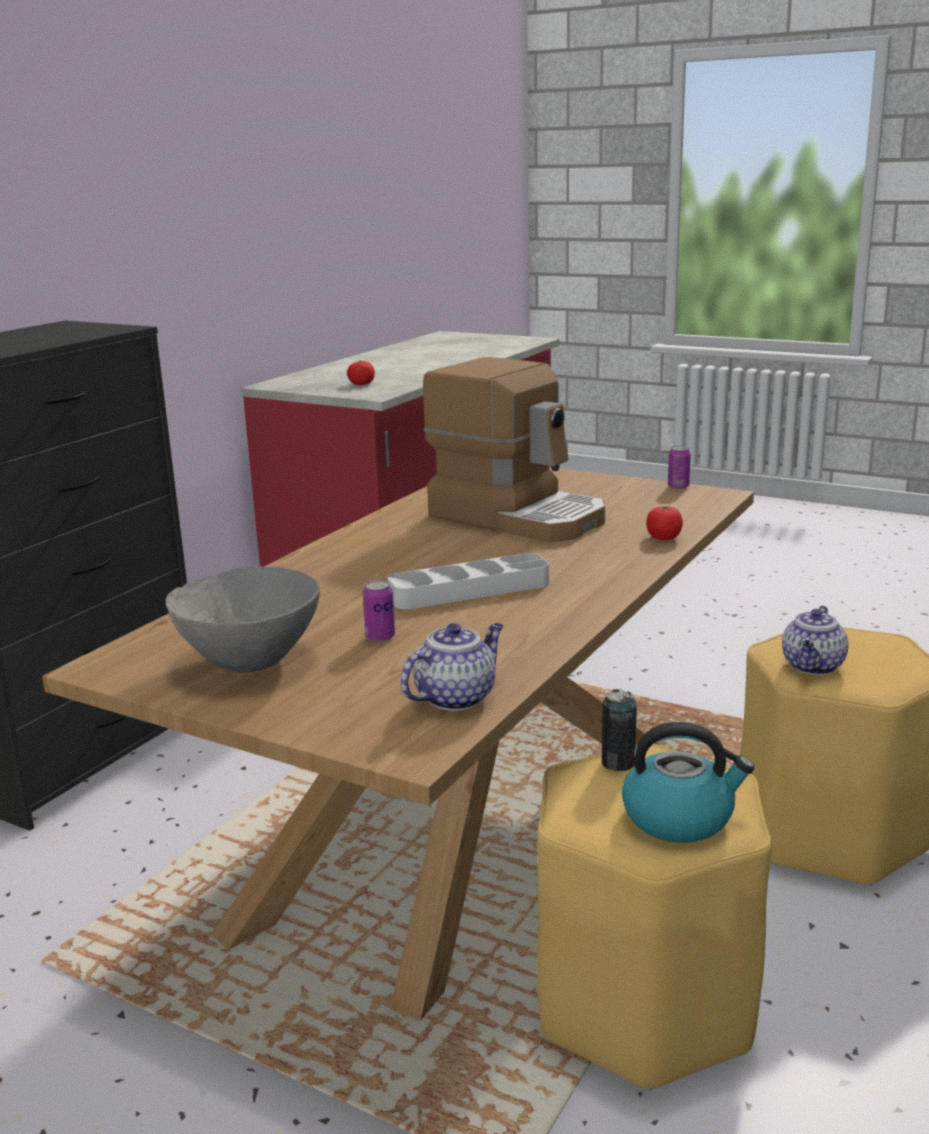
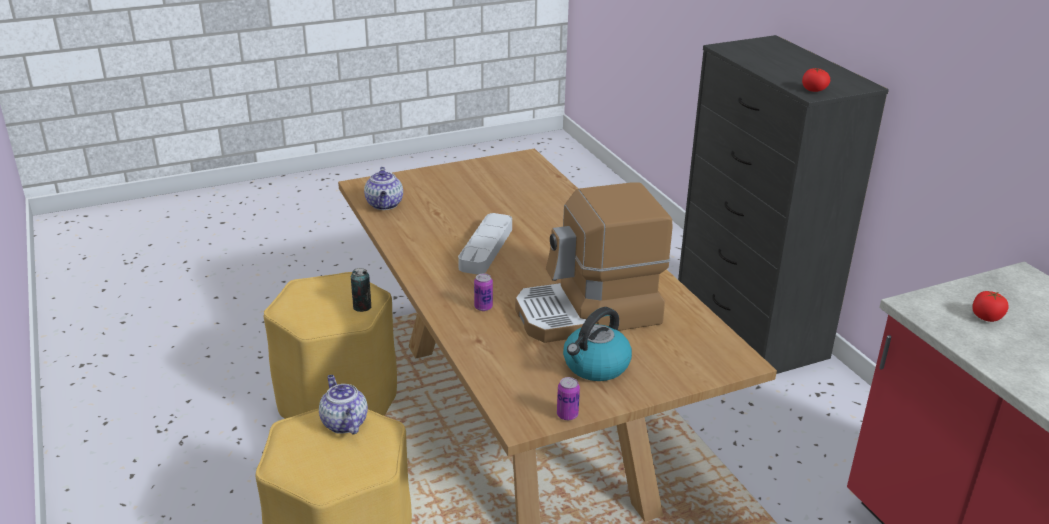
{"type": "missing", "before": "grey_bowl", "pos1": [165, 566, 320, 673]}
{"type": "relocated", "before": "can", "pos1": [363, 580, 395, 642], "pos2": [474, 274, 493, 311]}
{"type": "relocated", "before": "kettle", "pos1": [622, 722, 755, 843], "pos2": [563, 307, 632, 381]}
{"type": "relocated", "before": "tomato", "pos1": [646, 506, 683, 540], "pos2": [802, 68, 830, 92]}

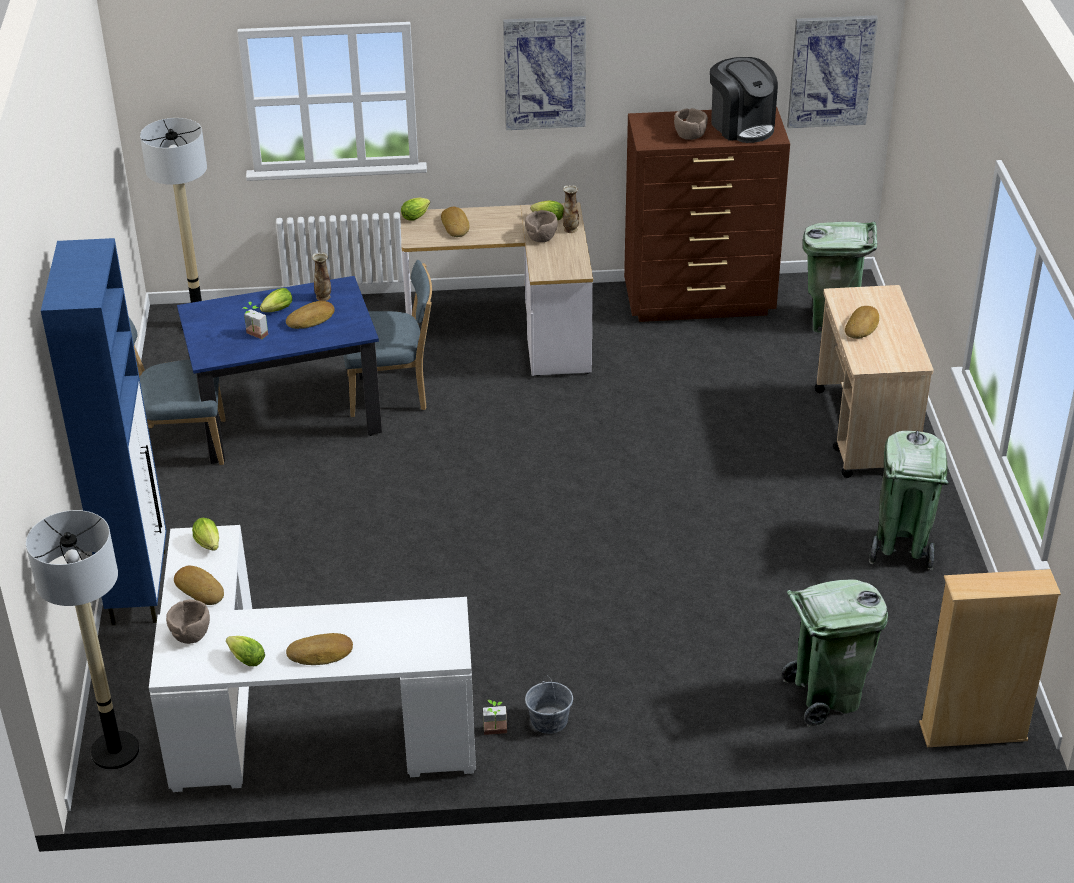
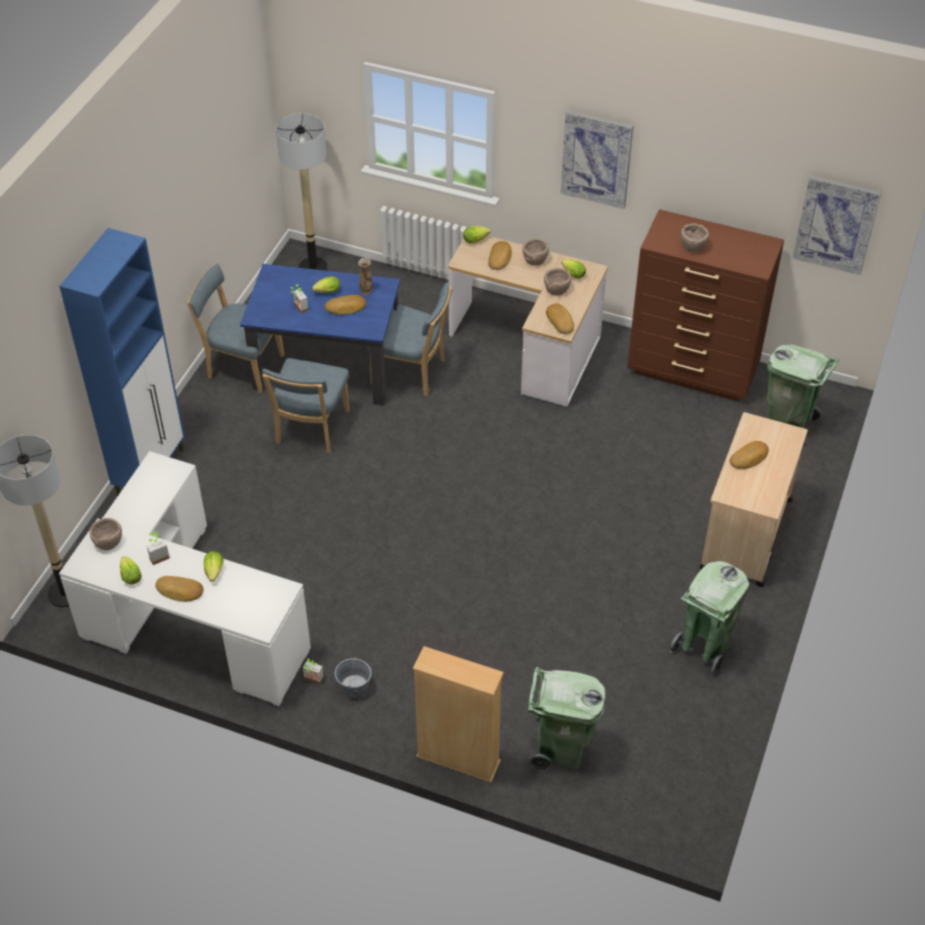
{"type": "relocated", "before": "bread", "pos1": [174, 566, 224, 605], "pos2": [546, 304, 574, 334]}
{"type": "relocated", "before": "lettuce", "pos1": [192, 518, 219, 551], "pos2": [204, 551, 224, 582]}
{"type": "missing", "before": "vase", "pos1": [563, 185, 579, 233]}
{"type": "missing", "before": "coffee_machine", "pos1": [710, 57, 778, 143]}
{"type": "relocated", "before": "beige_bookcase", "pos1": [919, 569, 1061, 747], "pos2": [413, 646, 504, 782]}
{"type": "appeared", "after": "potted_plant", "pos2": [147, 531, 170, 565]}
{"type": "appeared", "after": "blue_chair", "pos2": [262, 358, 350, 454]}
{"type": "appeared", "after": "brown_bowl", "pos2": [523, 238, 549, 266]}

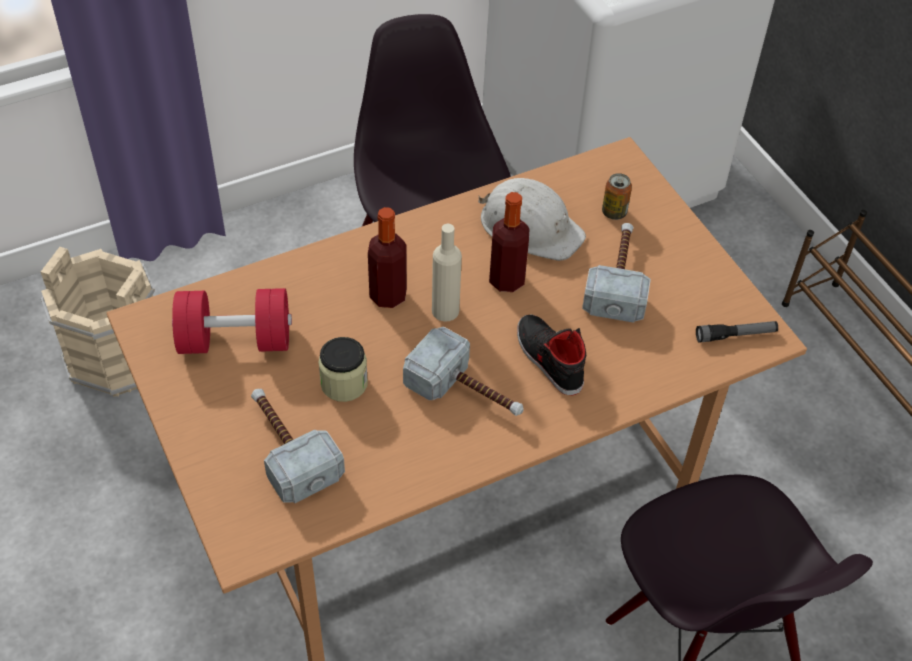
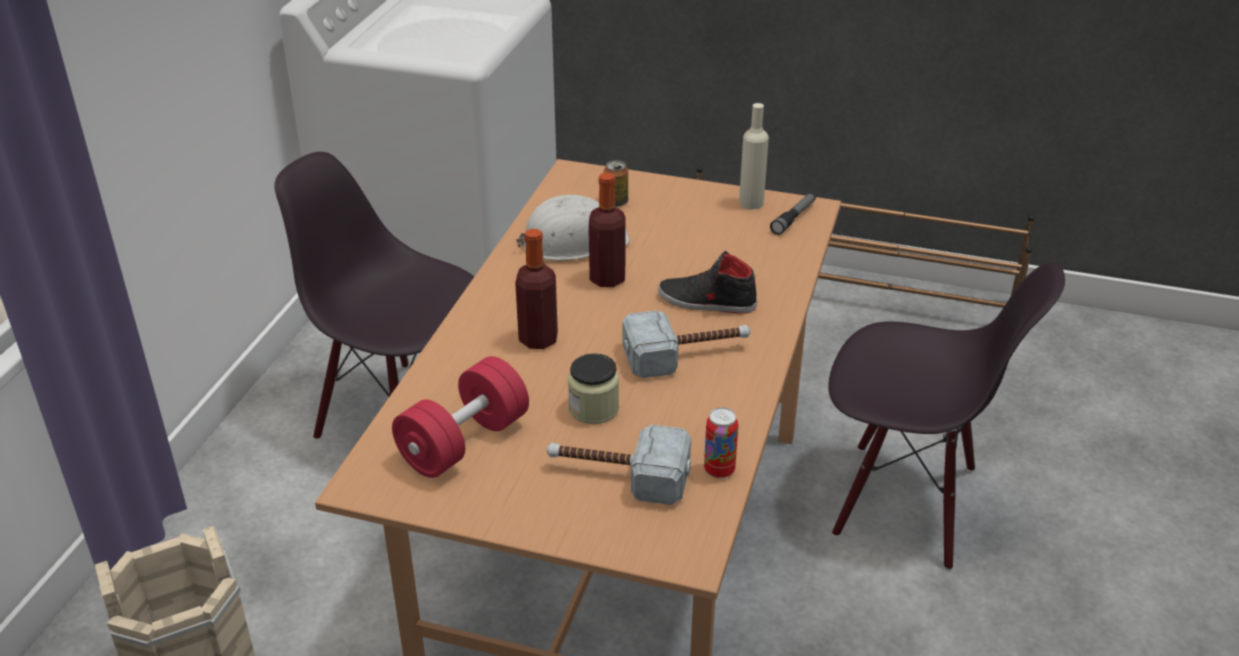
{"type": "relocated", "before": "beige_bottle", "pos1": [432, 224, 462, 322], "pos2": [739, 103, 769, 209]}
{"type": "missing", "before": "hammer", "pos1": [582, 223, 651, 323]}
{"type": "appeared", "after": "can", "pos2": [704, 407, 738, 479]}

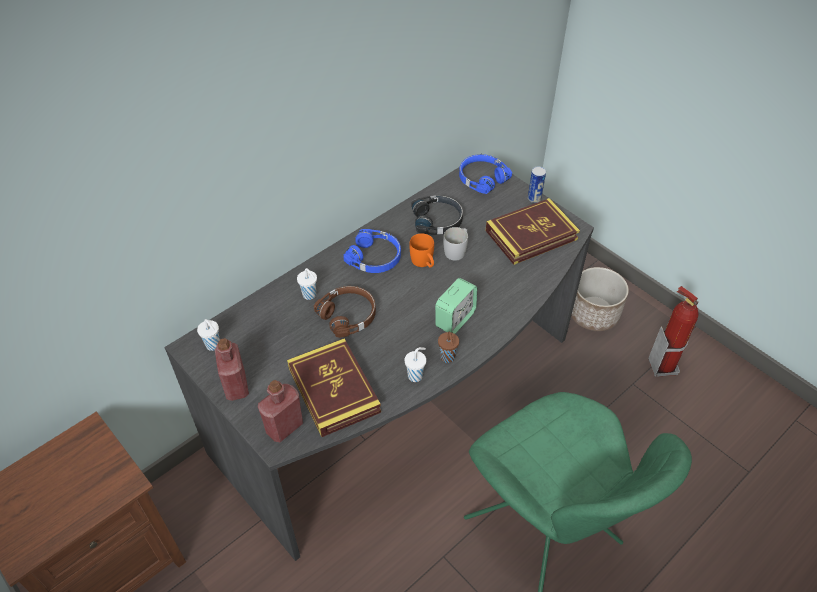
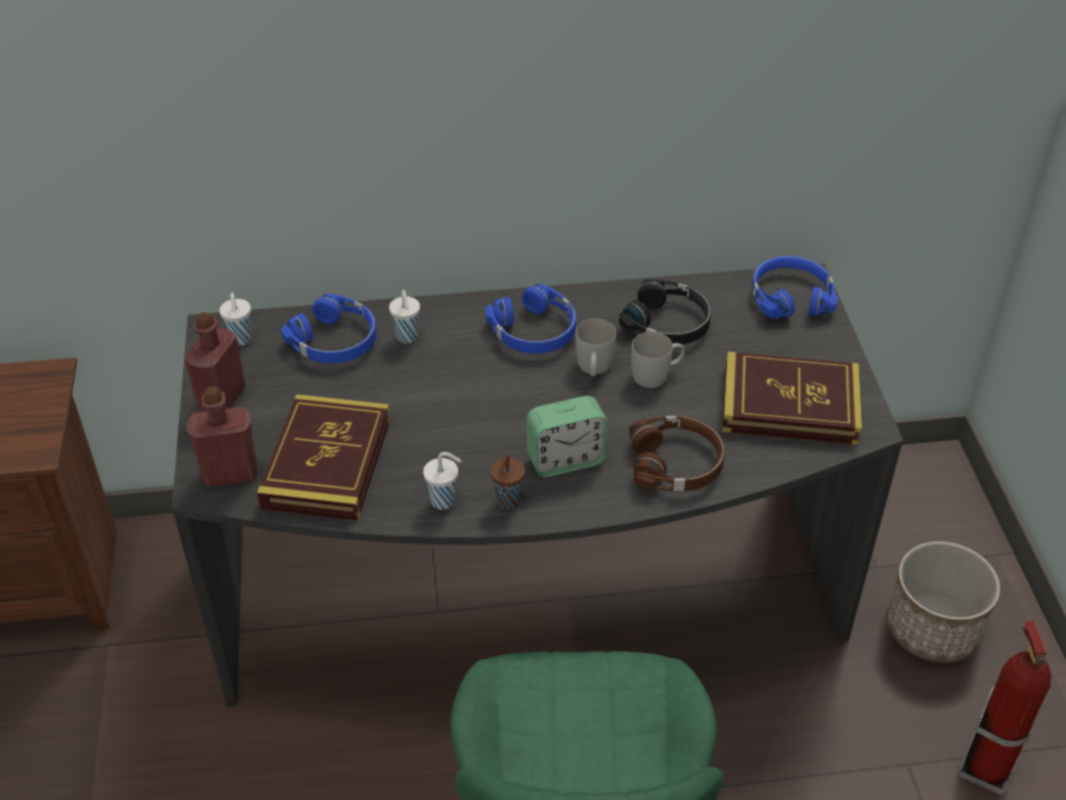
{"type": "relocated", "before": "brown_headphones", "pos1": [314, 286, 376, 338], "pos2": [629, 416, 725, 491]}
{"type": "colour", "before": "orange_mug", "after": "white_mug", "pos1": [410, 234, 434, 268], "pos2": [575, 319, 616, 376]}
{"type": "missing", "before": "can", "pos1": [528, 167, 546, 203]}
{"type": "appeared", "after": "blue_headphones", "pos2": [281, 294, 377, 363]}

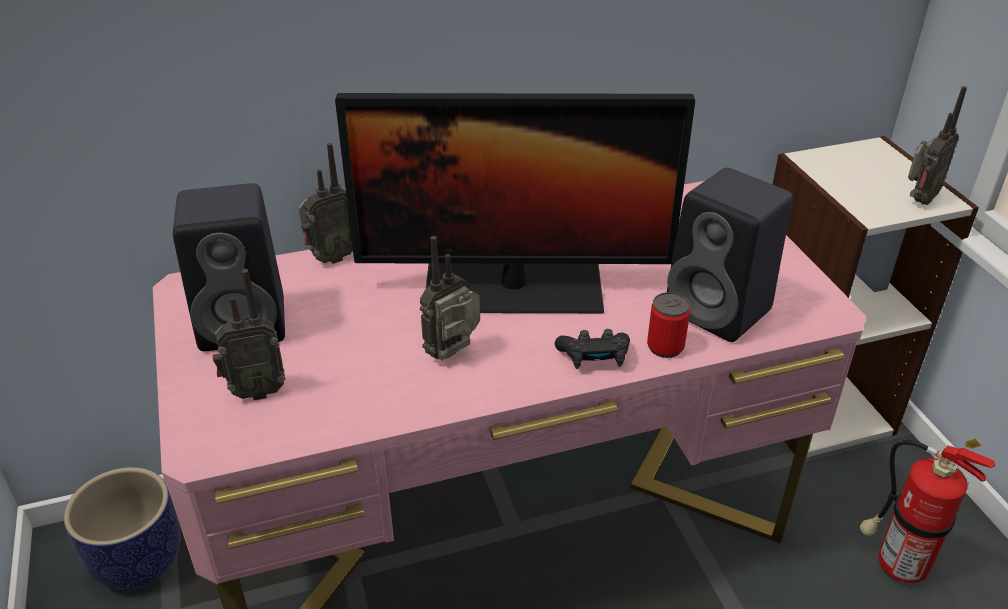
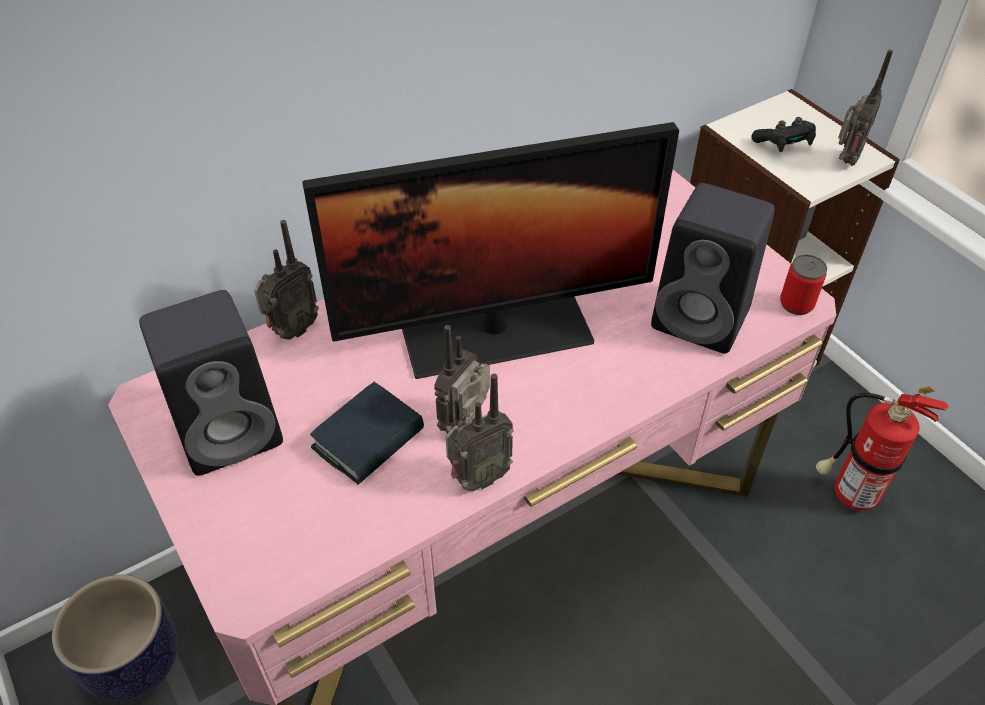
{"type": "relocated", "before": "radio", "pos1": [213, 269, 285, 400], "pos2": [446, 374, 514, 491]}
{"type": "relocated", "before": "black_game_controller", "pos1": [555, 329, 630, 369], "pos2": [752, 117, 816, 152]}
{"type": "relocated", "before": "can", "pos1": [647, 292, 690, 358], "pos2": [780, 255, 827, 315]}
{"type": "appeared", "after": "book", "pos2": [310, 382, 424, 485]}

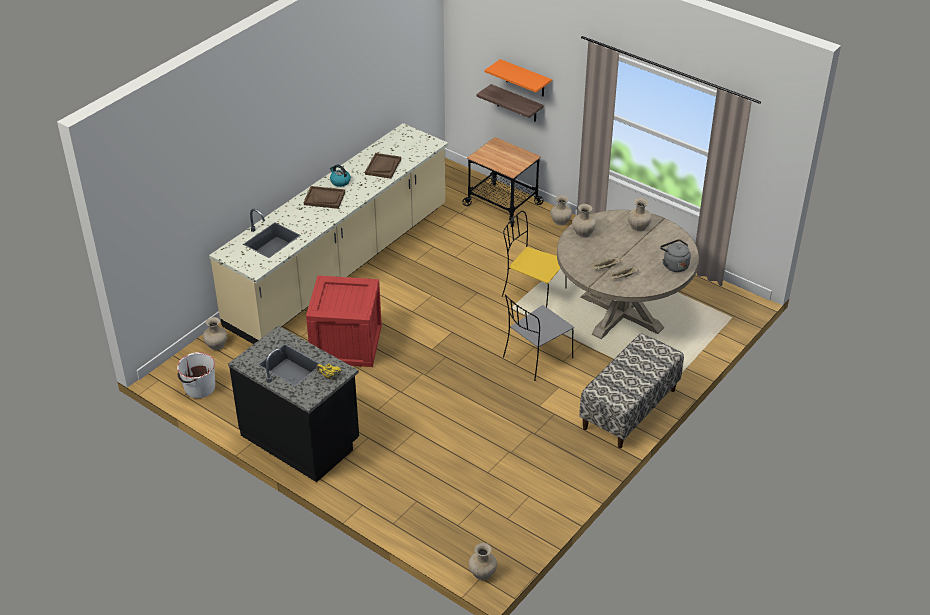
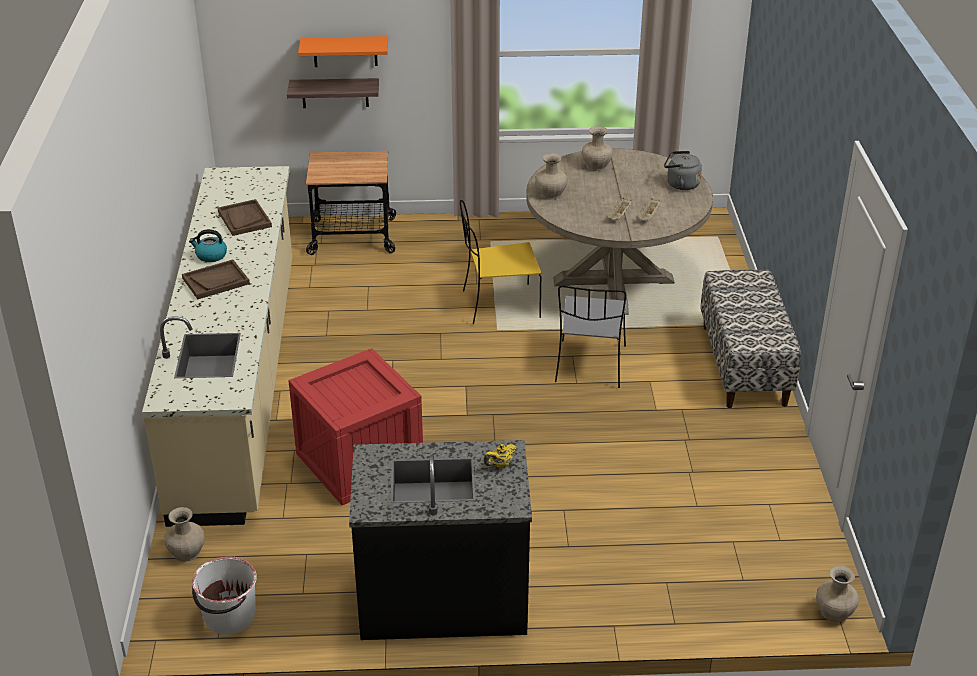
{"type": "missing", "before": "beige_vase", "pos1": [550, 195, 572, 226]}

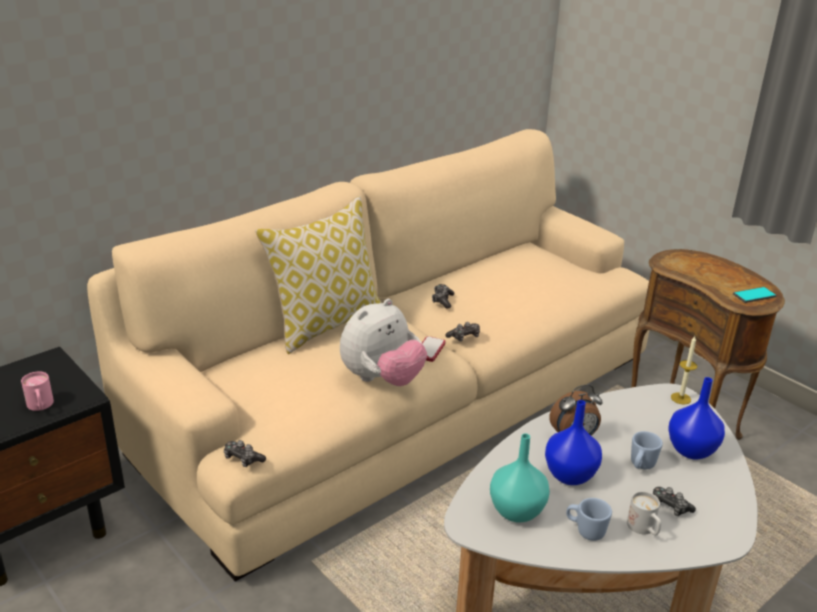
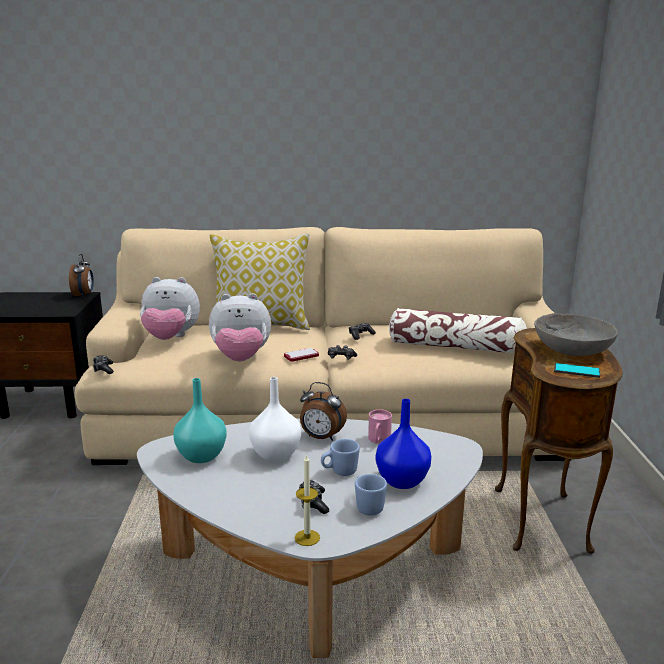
{"type": "relocated", "before": "pink_mug", "pos1": [21, 372, 54, 411], "pos2": [368, 409, 392, 444]}
{"type": "colour", "before": "blue_vase", "after": "white_vase", "pos1": [545, 400, 602, 485], "pos2": [249, 377, 301, 462]}
{"type": "relocated", "before": "blue_mug", "pos1": [566, 498, 612, 541], "pos2": [355, 474, 387, 516]}
{"type": "missing", "before": "white_mug", "pos1": [627, 491, 661, 535]}
{"type": "relocated", "before": "candle", "pos1": [671, 336, 697, 404], "pos2": [295, 454, 320, 546]}
{"type": "appeared", "after": "alarm_clock", "pos2": [69, 254, 94, 298]}
{"type": "appeared", "after": "plush_toy", "pos2": [140, 277, 200, 340]}
{"type": "appeared", "after": "pillow", "pos2": [389, 308, 527, 353]}
{"type": "appeared", "after": "grey_bowl", "pos2": [534, 313, 618, 356]}

